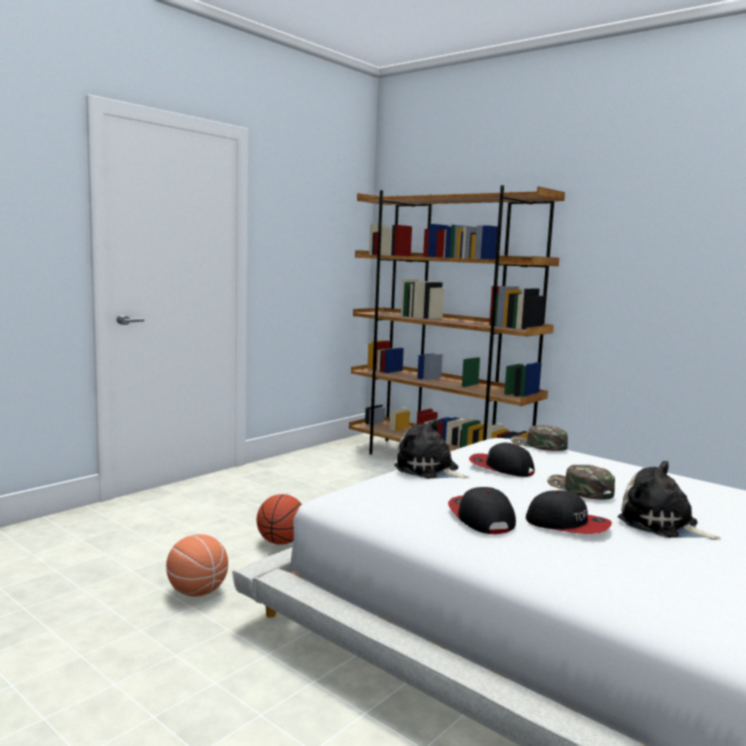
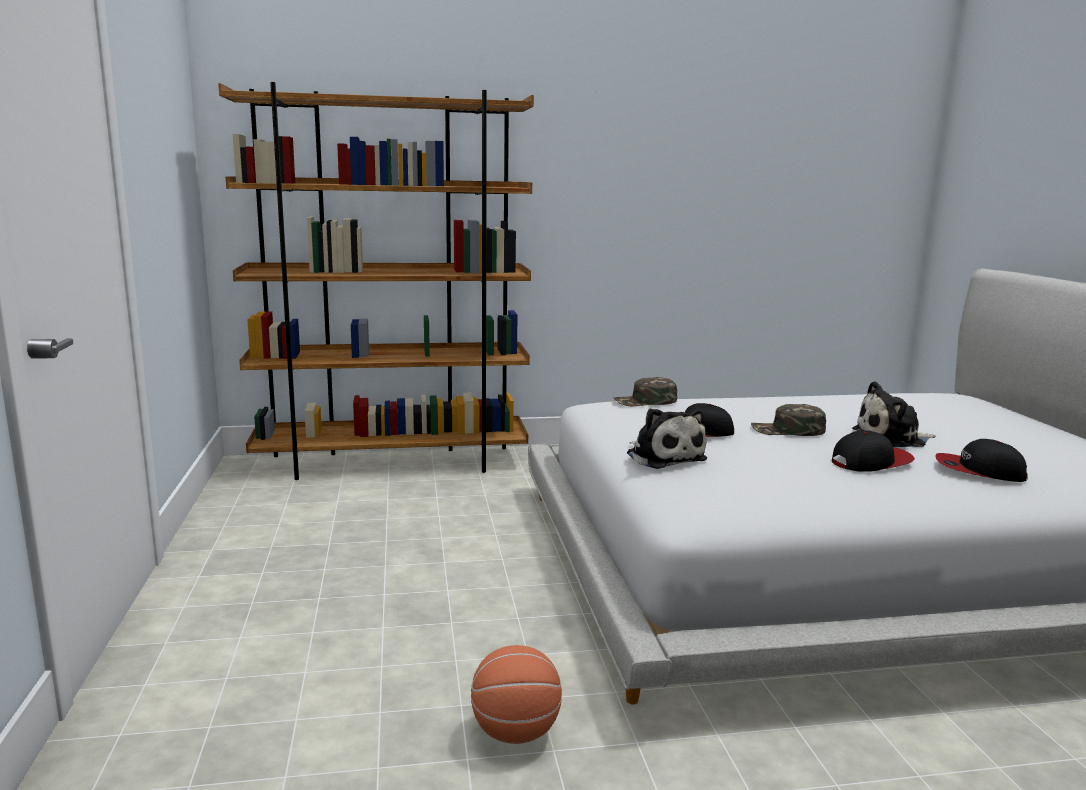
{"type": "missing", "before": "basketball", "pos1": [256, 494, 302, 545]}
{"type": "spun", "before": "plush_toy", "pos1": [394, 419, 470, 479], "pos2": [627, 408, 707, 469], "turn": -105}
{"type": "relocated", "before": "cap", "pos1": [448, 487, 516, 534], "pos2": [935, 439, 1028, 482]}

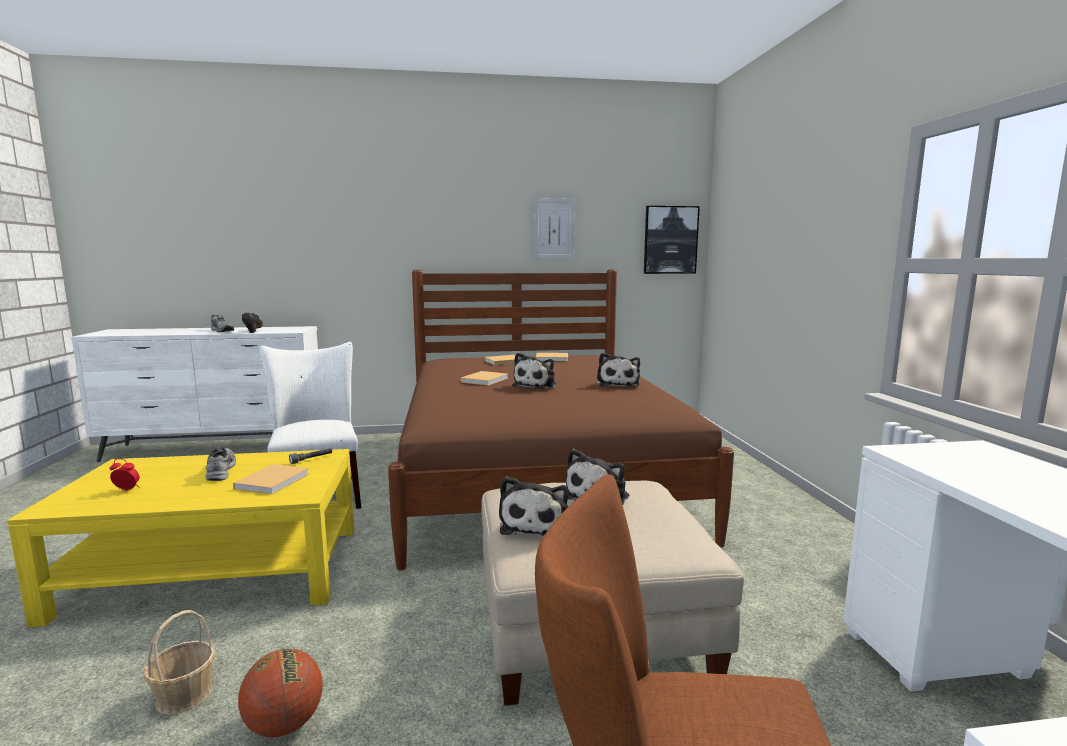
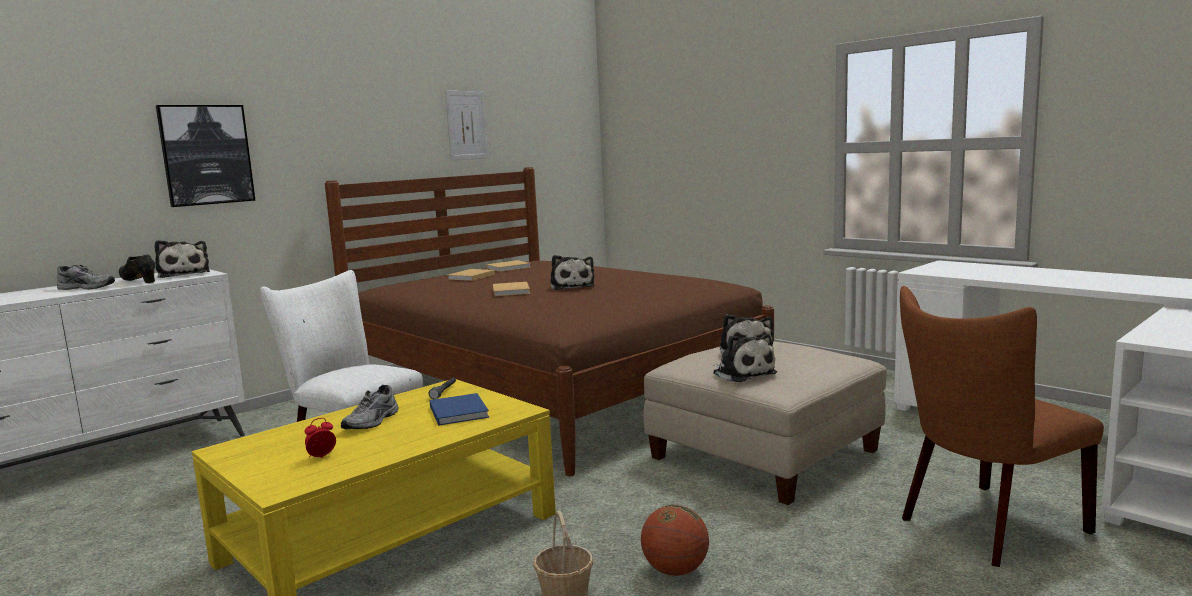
{"type": "spun", "before": "grey_shoe", "pos1": [206, 447, 236, 481], "pos2": [341, 385, 399, 429], "turn": -105}
{"type": "colour", "before": "beige_book", "after": "blue_book", "pos1": [233, 464, 309, 494], "pos2": [430, 393, 489, 426]}
{"type": "relocated", "before": "plush_toy", "pos1": [597, 353, 640, 387], "pos2": [155, 240, 210, 278]}
{"type": "relocated", "before": "picture", "pos1": [644, 206, 700, 274], "pos2": [156, 105, 256, 207]}

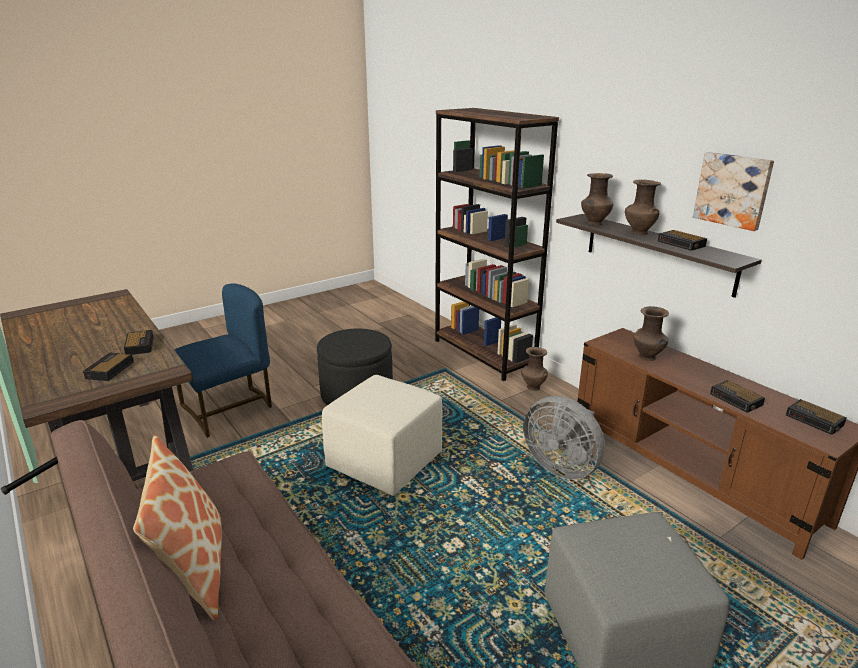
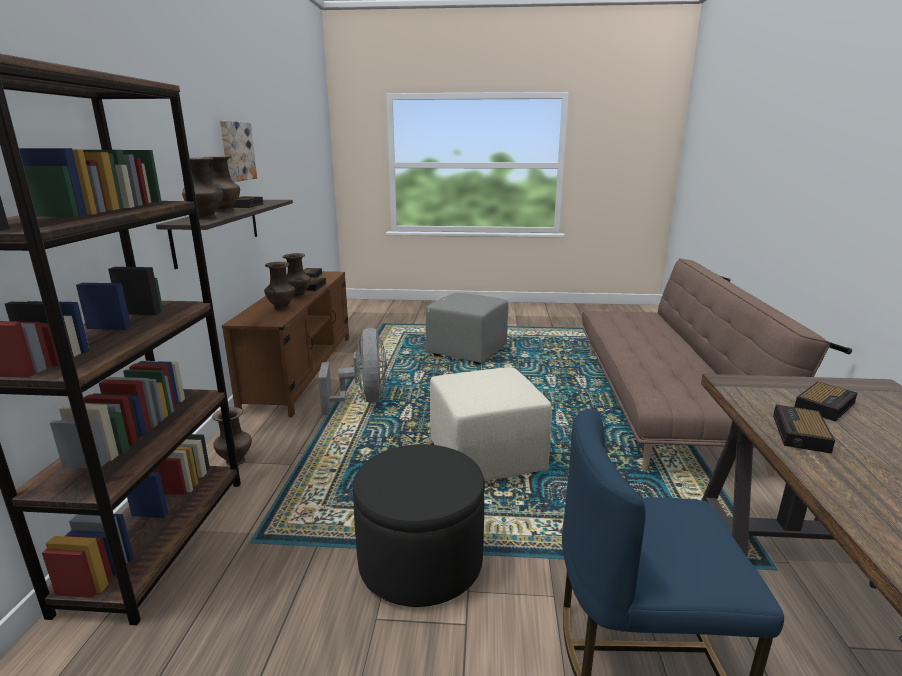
{"type": "missing", "before": "pillow", "pos1": [133, 435, 222, 620]}
{"type": "appeared", "after": "brown_vase", "pos2": [283, 253, 311, 298]}

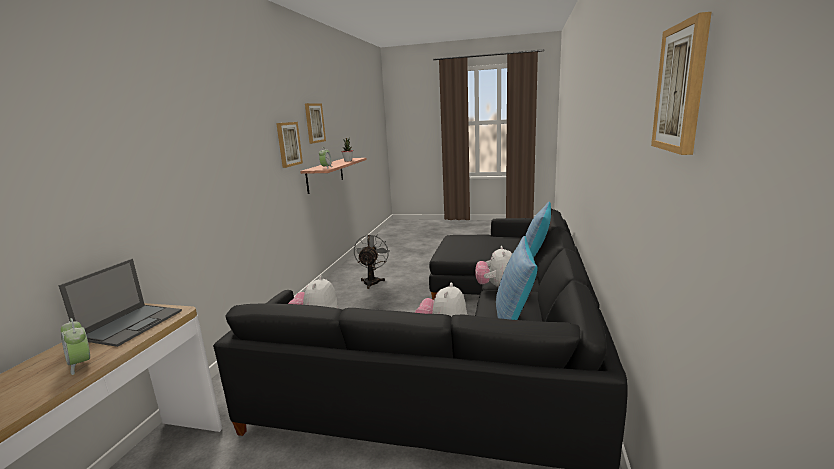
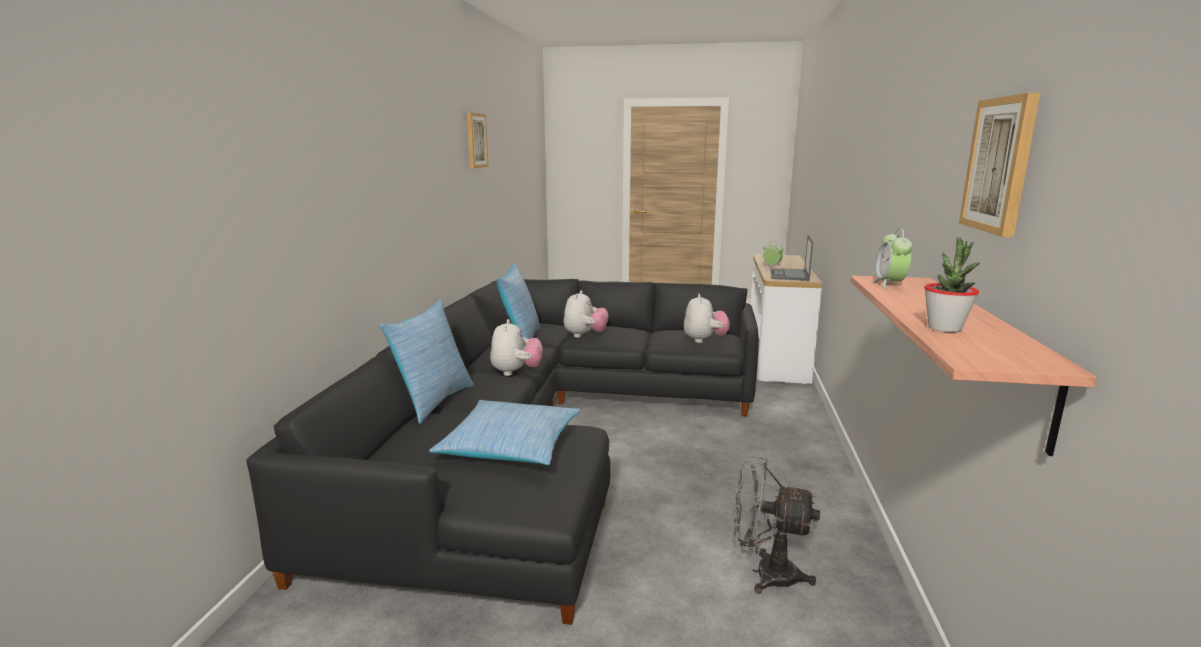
{"type": "missing", "before": "picture", "pos1": [276, 122, 303, 168]}
{"type": "spun", "before": "grey_fan", "pos1": [354, 234, 390, 289], "pos2": [733, 456, 820, 594], "turn": 105}
{"type": "appeared", "after": "pillow", "pos2": [429, 400, 580, 465]}

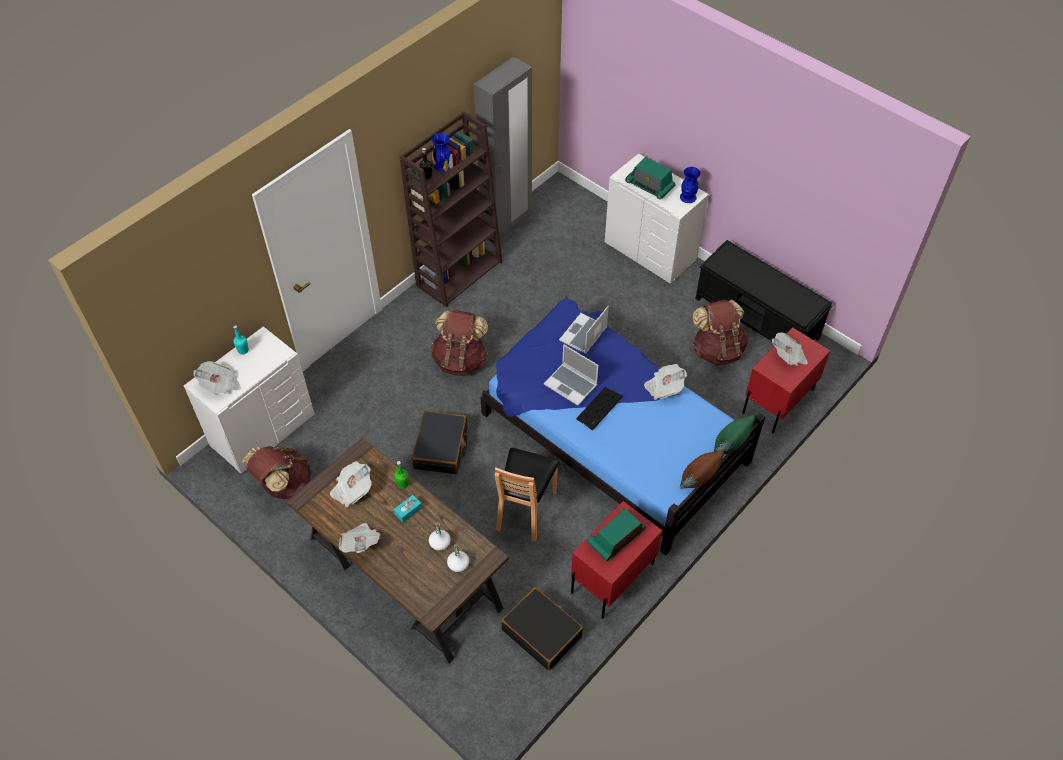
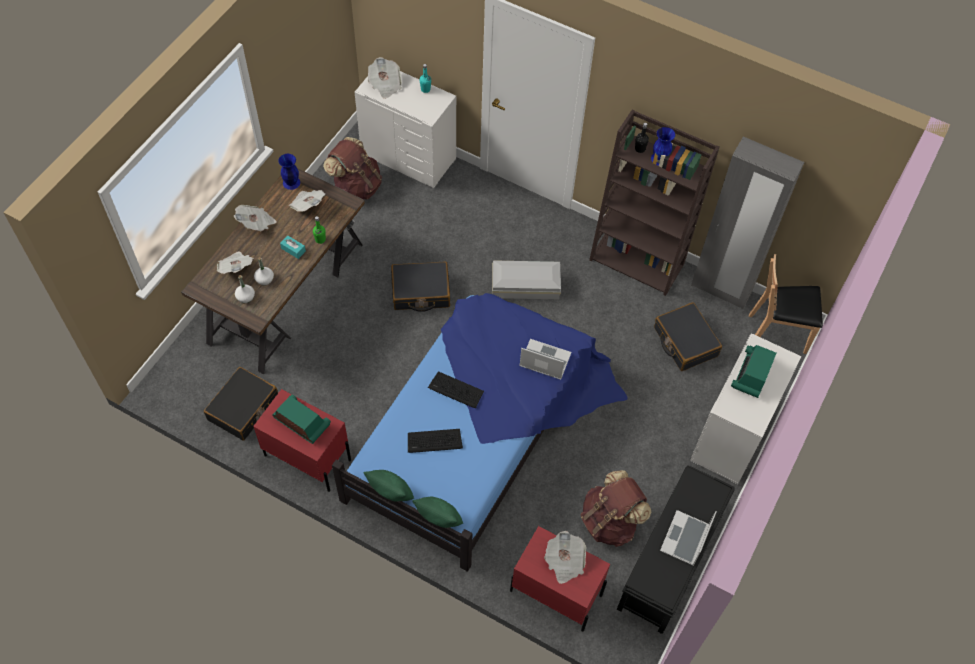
{"type": "exchanged", "before": "brown_backpack", "after": "white_storage_box", "pos1": [430, 310, 488, 376], "pos2": [492, 260, 561, 299]}
{"type": "relocated", "before": "brown_chair", "pos1": [494, 448, 559, 541], "pos2": [749, 254, 823, 354]}
{"type": "relocated", "before": "laptop", "pos1": [544, 344, 599, 406], "pos2": [660, 510, 717, 566]}
{"type": "relocated", "before": "newspaper", "pos1": [644, 364, 687, 400], "pos2": [217, 251, 253, 274]}
{"type": "relocated", "before": "blue_vase", "pos1": [680, 167, 701, 203], "pos2": [278, 154, 300, 190]}
{"type": "colour", "before": "brown_pillow", "after": "green_pillow", "pos1": [680, 449, 725, 489], "pos2": [363, 470, 414, 502]}
{"type": "appeared", "after": "keyboard", "pos2": [408, 429, 463, 453]}
{"type": "appeared", "after": "black_suitcase", "pos2": [654, 302, 722, 371]}

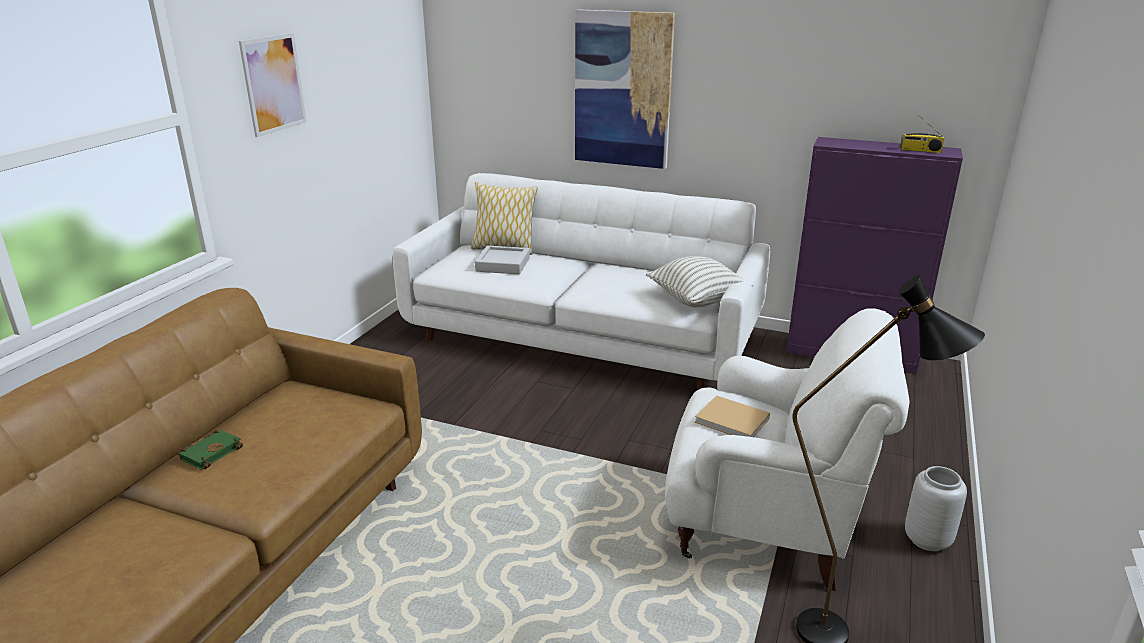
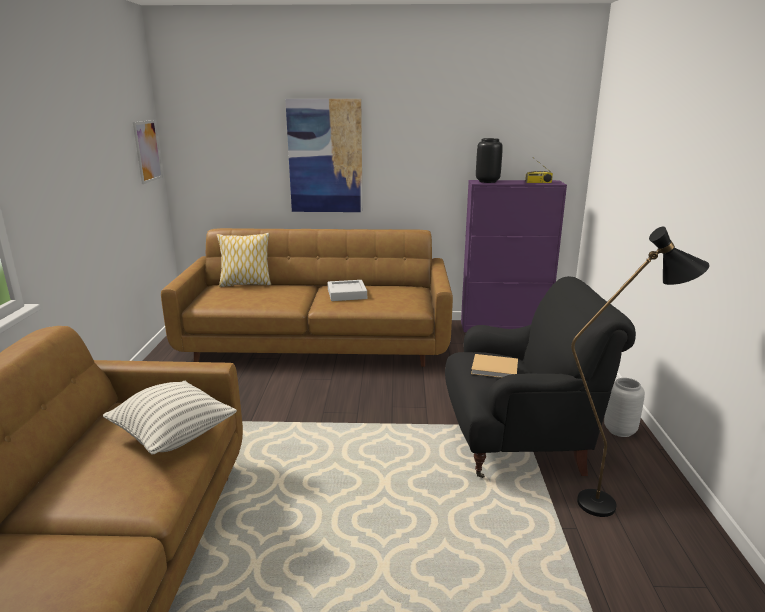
{"type": "missing", "before": "green_book", "pos1": [178, 430, 243, 470]}
{"type": "relocated", "before": "picture", "pos1": [239, 33, 306, 137], "pos2": [133, 120, 163, 184]}
{"type": "colour", "before": "white_sofa", "after": "brown_sofa", "pos1": [392, 173, 770, 390], "pos2": [161, 228, 453, 367]}
{"type": "relocated", "before": "grey_tray", "pos1": [475, 245, 530, 274], "pos2": [327, 280, 367, 301]}
{"type": "relocated", "before": "pillow", "pos1": [646, 256, 753, 308], "pos2": [103, 381, 237, 454]}
{"type": "colour", "before": "white_armchair", "after": "black_armchair", "pos1": [665, 308, 910, 591], "pos2": [445, 276, 636, 478]}
{"type": "appeared", "after": "black_vase", "pos2": [476, 138, 503, 183]}

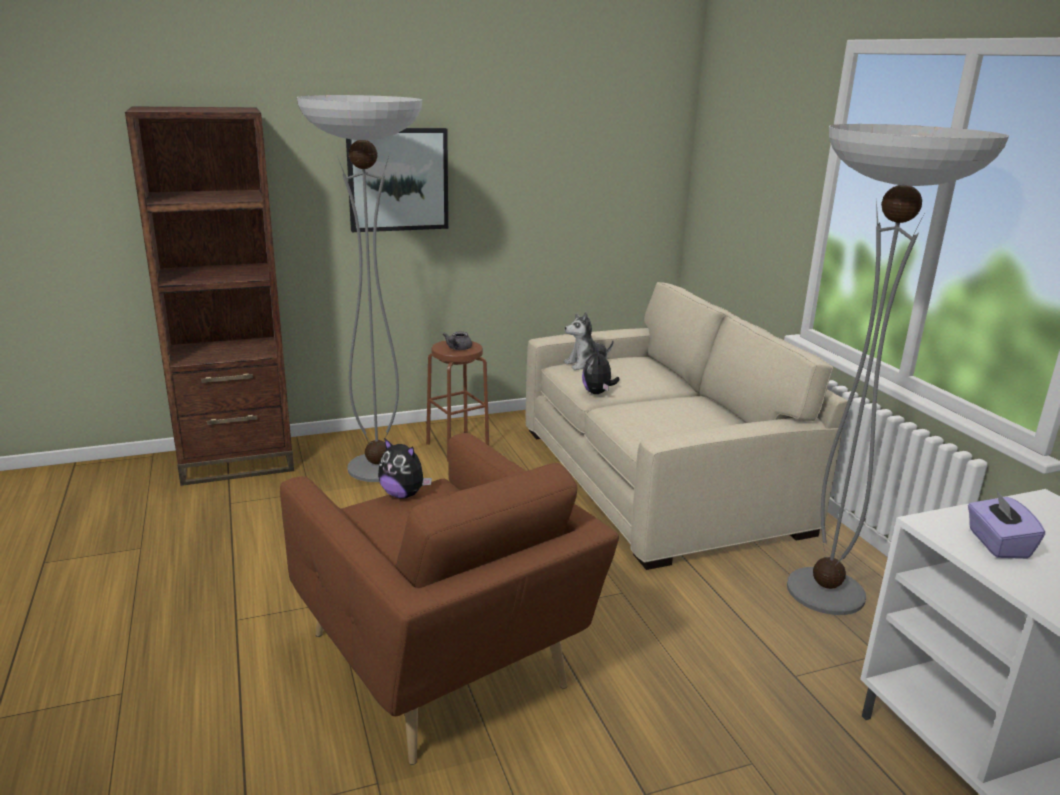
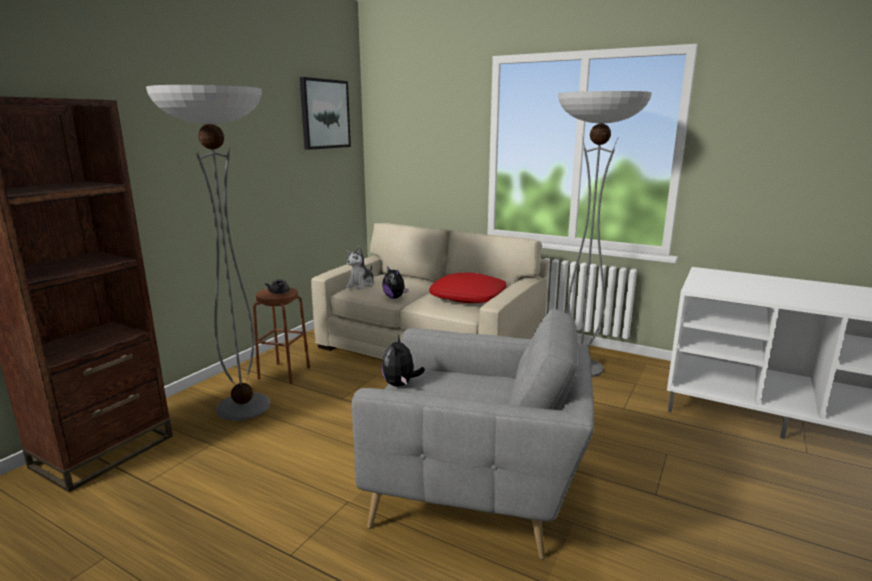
{"type": "colour", "before": "brown_armchair", "after": "grey_armchair", "pos1": [280, 433, 619, 765], "pos2": [351, 309, 594, 560]}
{"type": "relocated", "before": "picture", "pos1": [346, 128, 448, 232], "pos2": [300, 77, 351, 150]}
{"type": "spun", "before": "plush_toy", "pos1": [378, 438, 432, 499], "pos2": [382, 335, 425, 387], "turn": 105}
{"type": "missing", "before": "purple_tissue_box", "pos1": [968, 491, 1045, 559]}
{"type": "appeared", "after": "red_pillow", "pos2": [429, 272, 506, 303]}

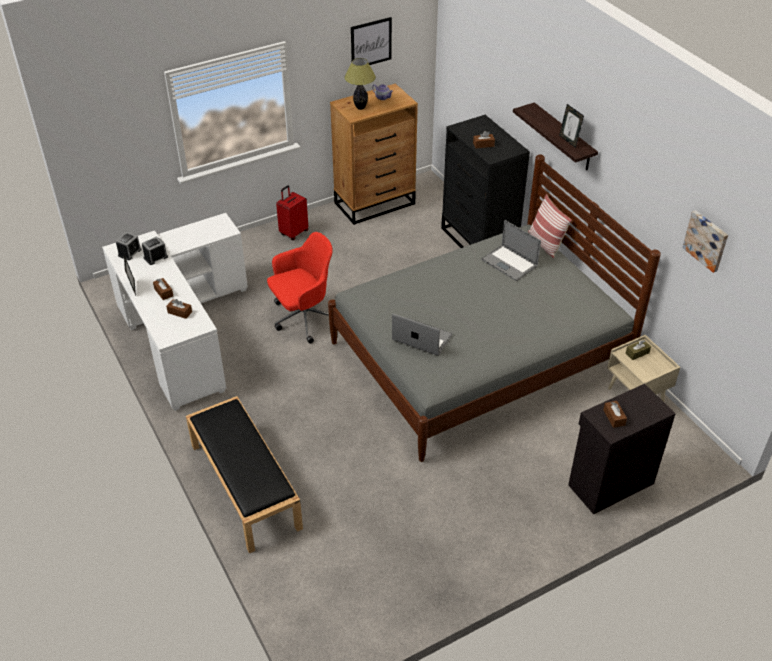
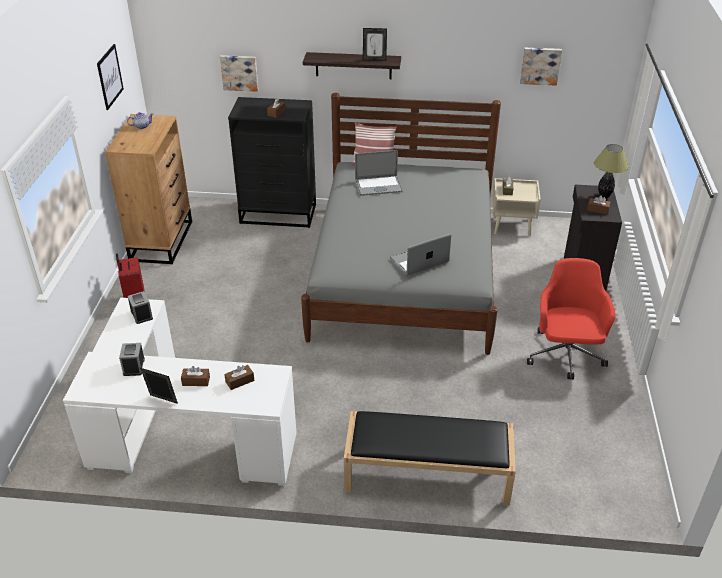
{"type": "relocated", "before": "alarm_clock", "pos1": [116, 232, 142, 260], "pos2": [128, 291, 153, 324]}
{"type": "relocated", "before": "red_office_chair", "pos1": [267, 232, 333, 344], "pos2": [527, 258, 616, 379]}
{"type": "relocated", "before": "table_lamp", "pos1": [345, 58, 376, 110], "pos2": [594, 144, 629, 198]}
{"type": "appeared", "after": "picture", "pos2": [220, 55, 258, 92]}

